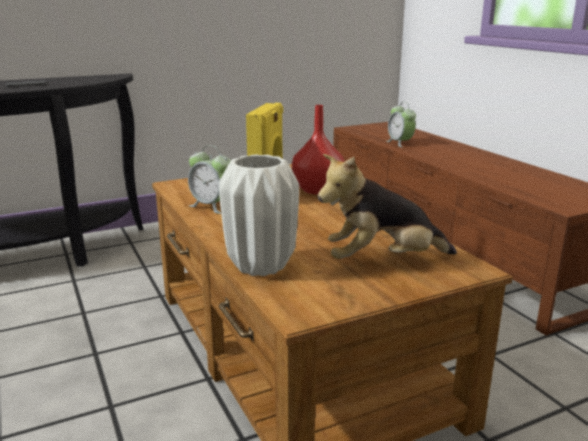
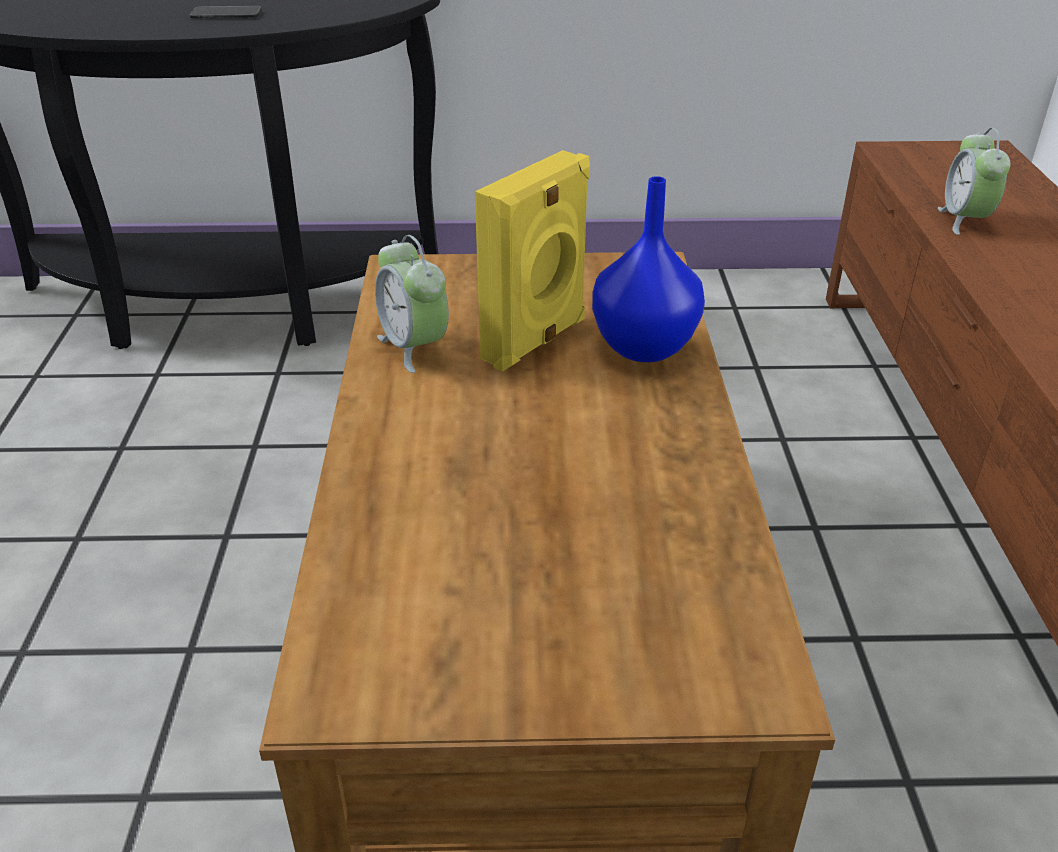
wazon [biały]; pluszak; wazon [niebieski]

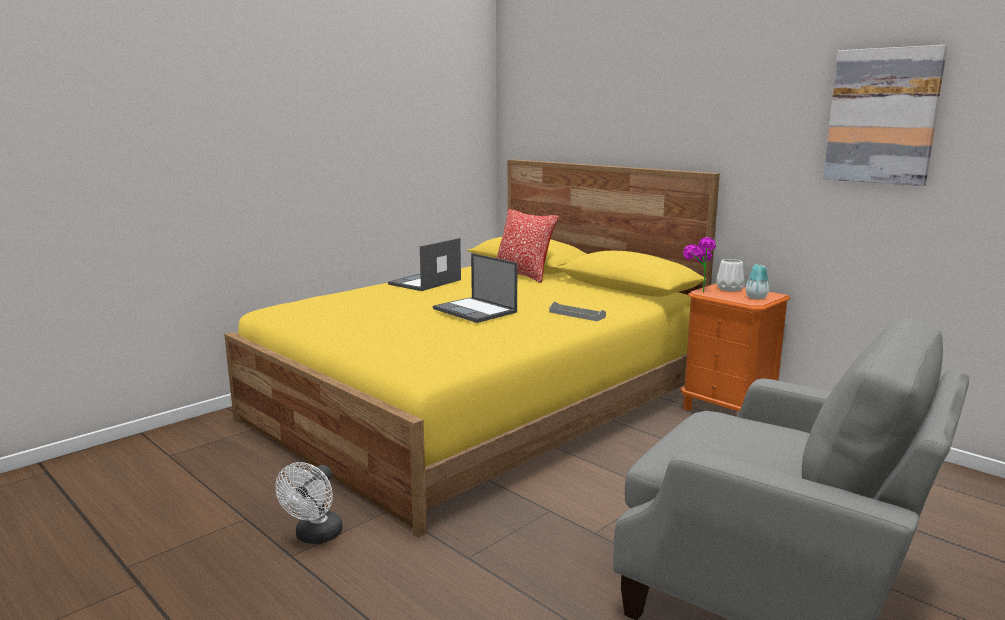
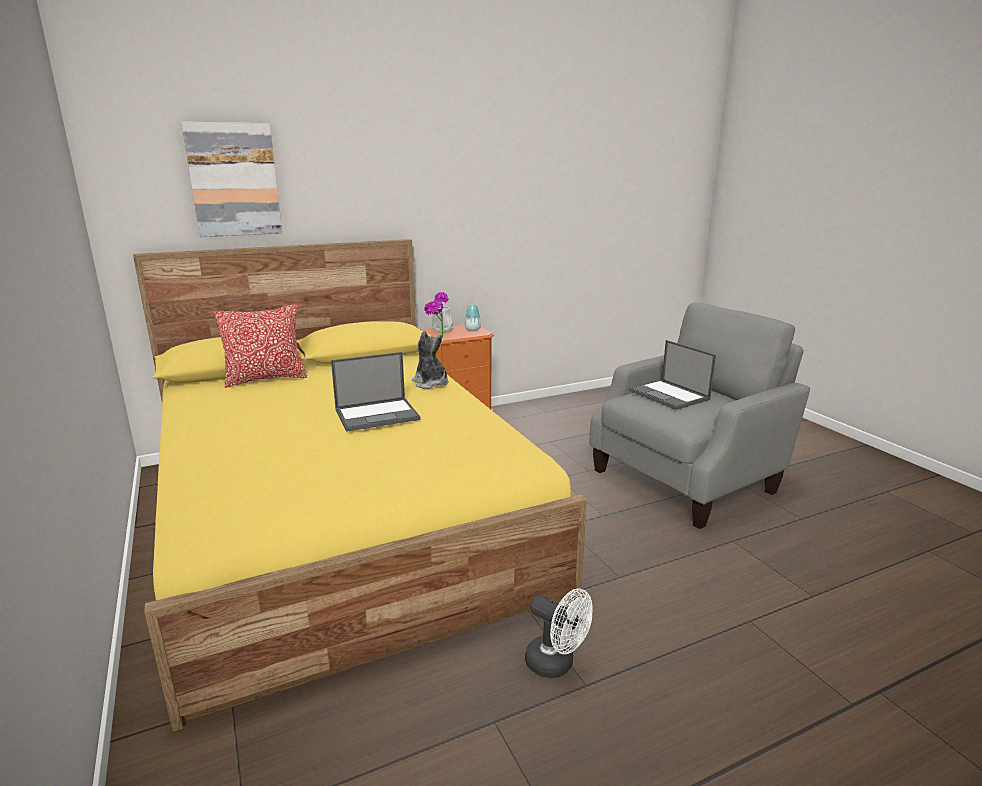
laptop (no. 2 from left); obraz; pluszak

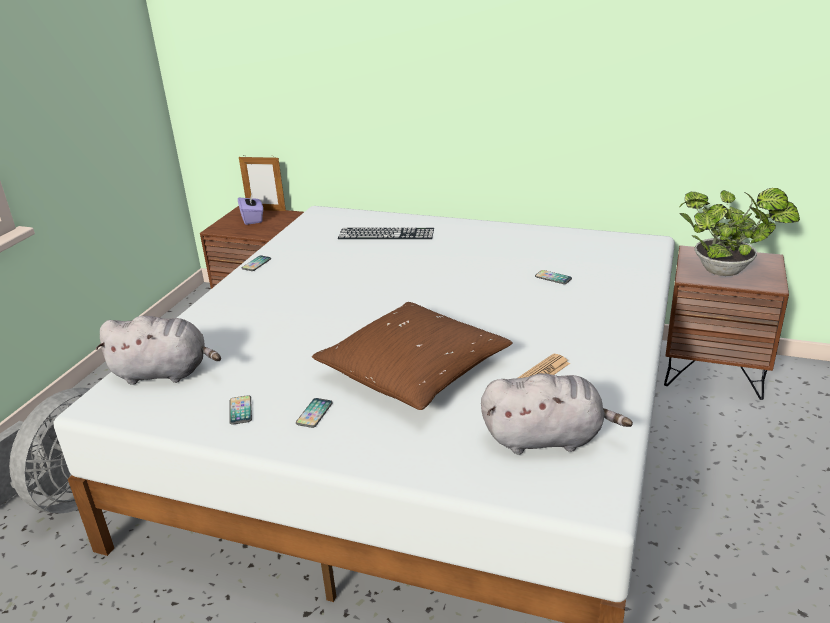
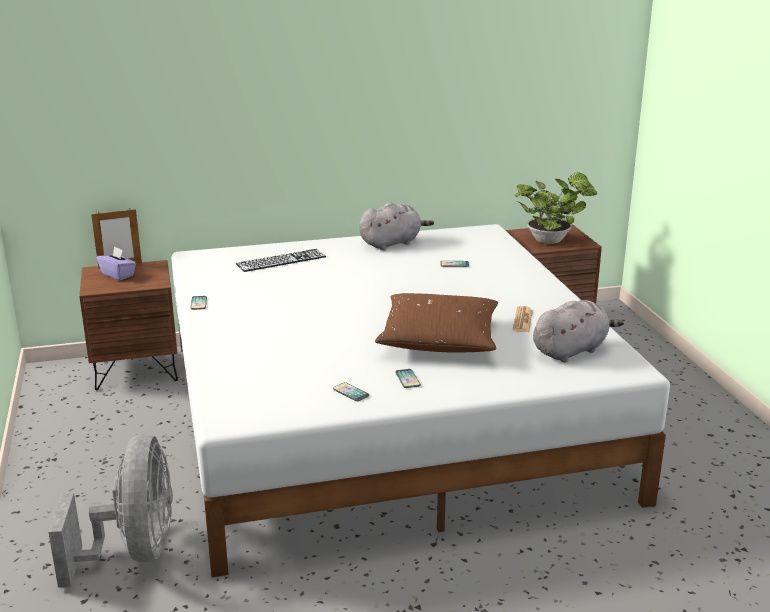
pluszak [szary] (no. 1 from left)

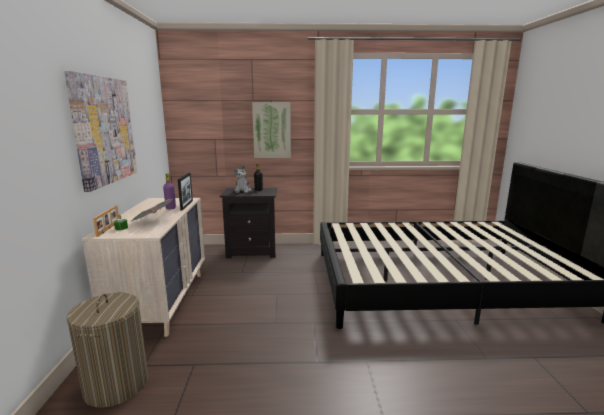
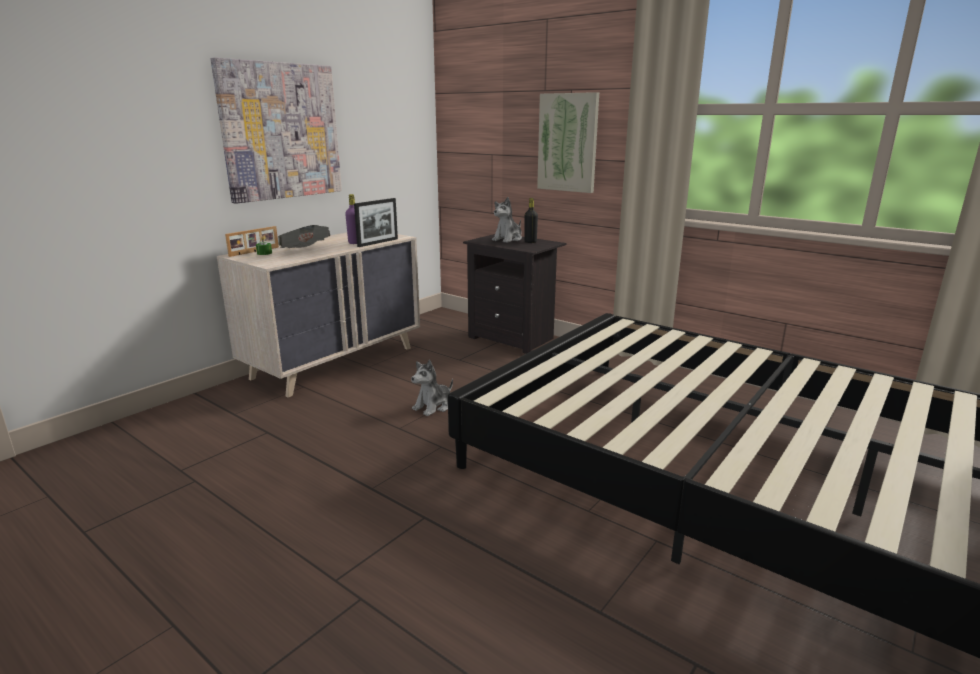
kosz na pranie; pluszak (no. 1 from left)

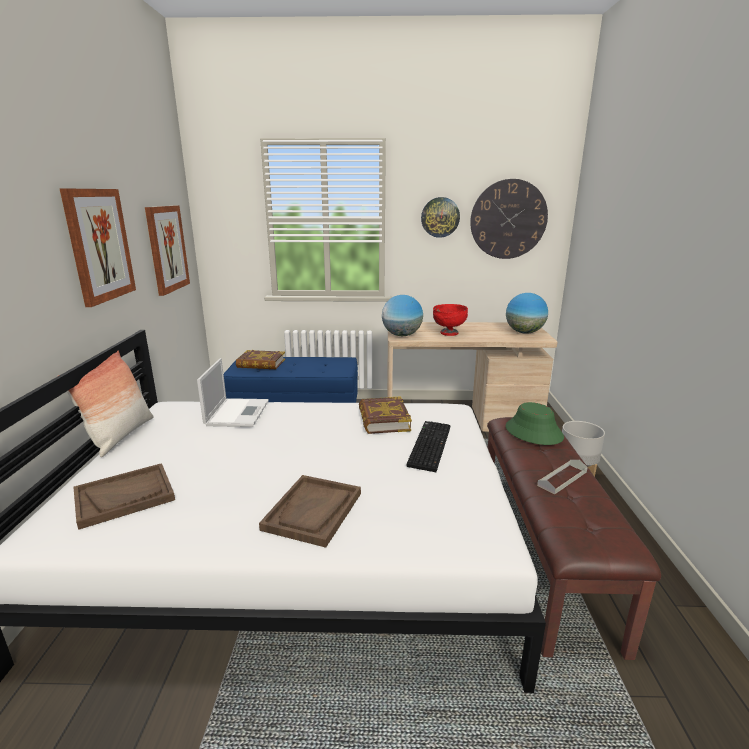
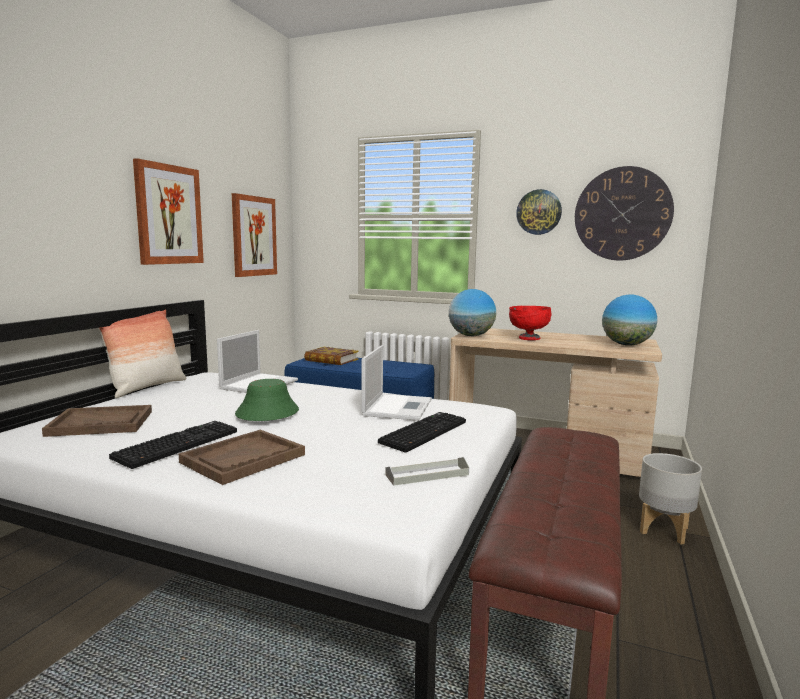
klawiatura (no. 1 from left); kapelusz [zielony]; taca [szary]; laptop (no. 2 from left)

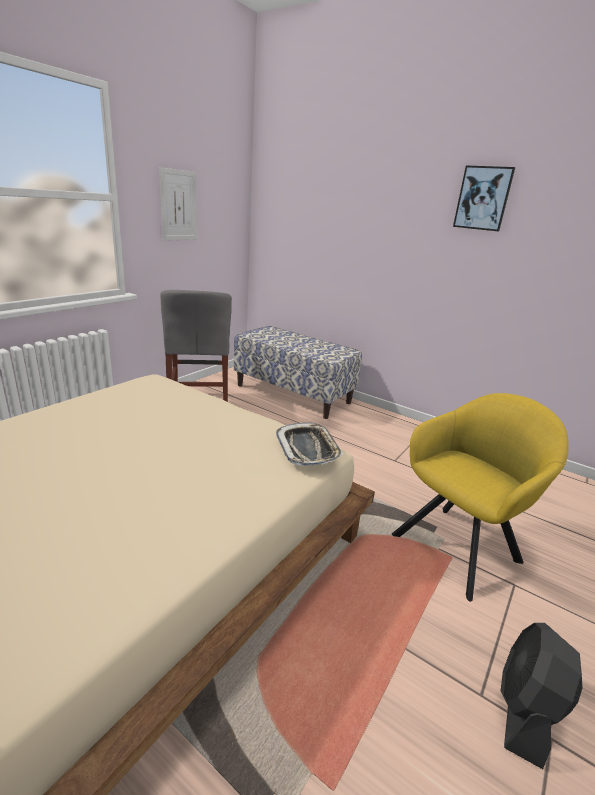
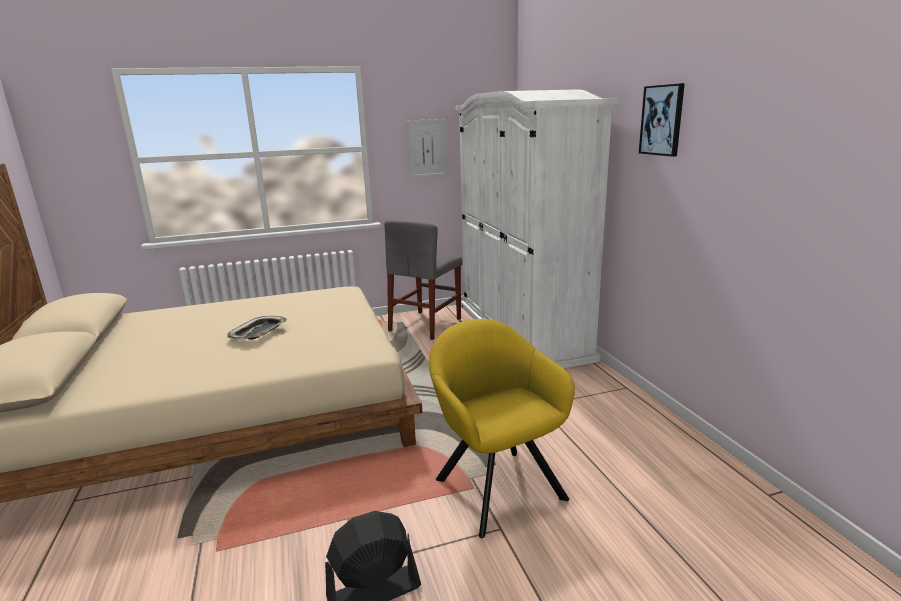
taca; szafa [biały]; fotel [żółty]

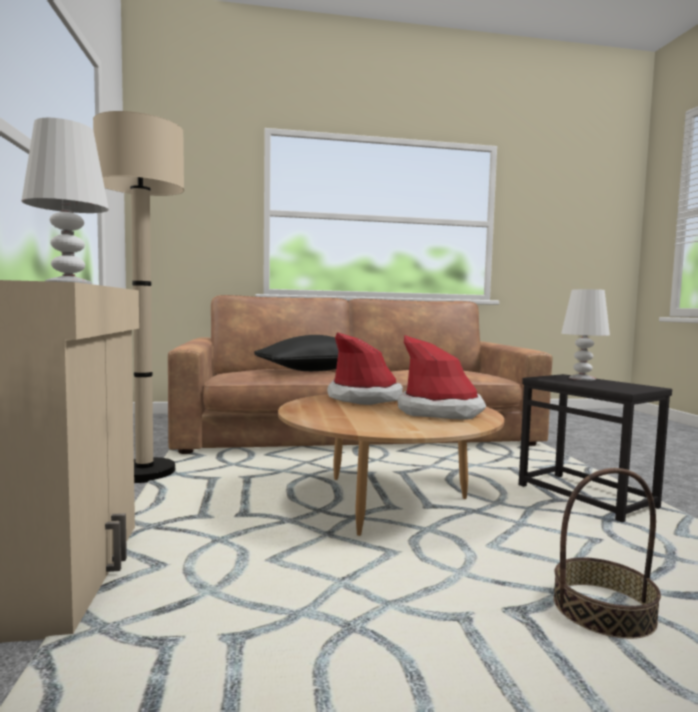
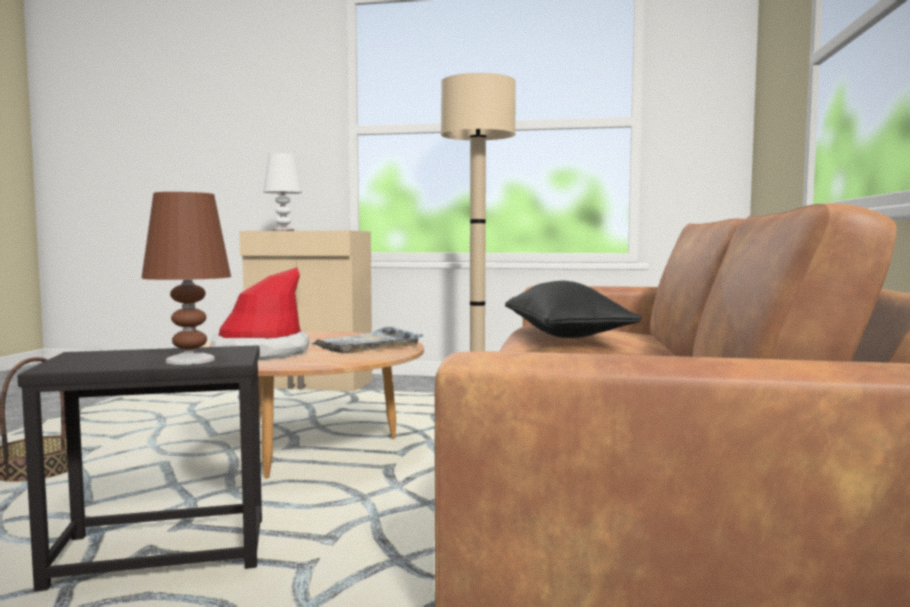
taca [szary]; lampa stołowa [brązowy]

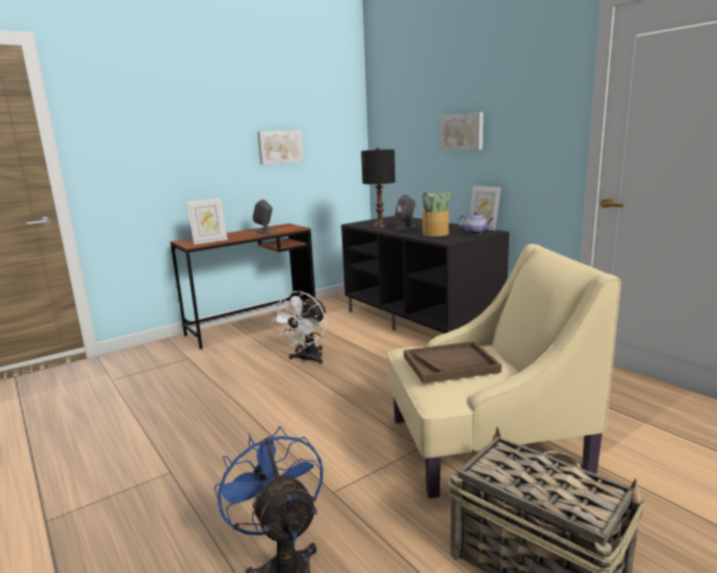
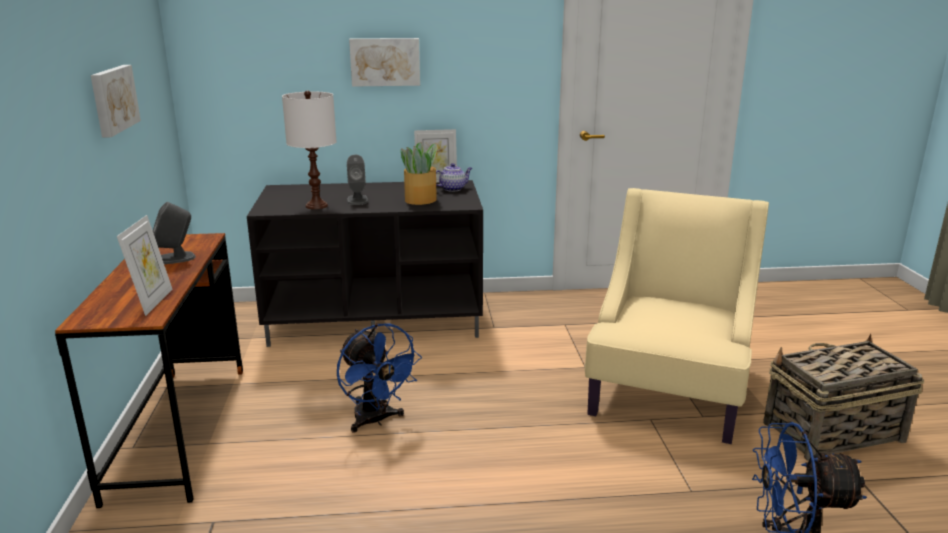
taca [brązowy]; wentylator [niebieski] (no. 1 from left); lampa stołowa [biały]

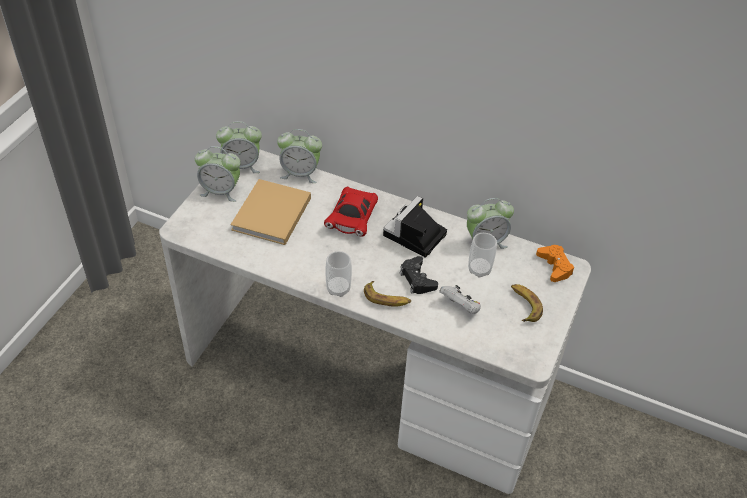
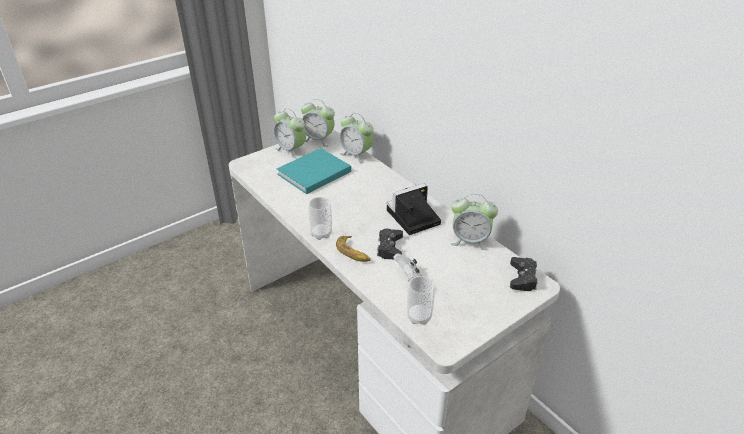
samochodzik [czerwony]; banan (no. 2 from left in the first image); filiżanka (no. 2 from left); książka [turkusowy]; pad do gier [czarny] (no. 2 from left)

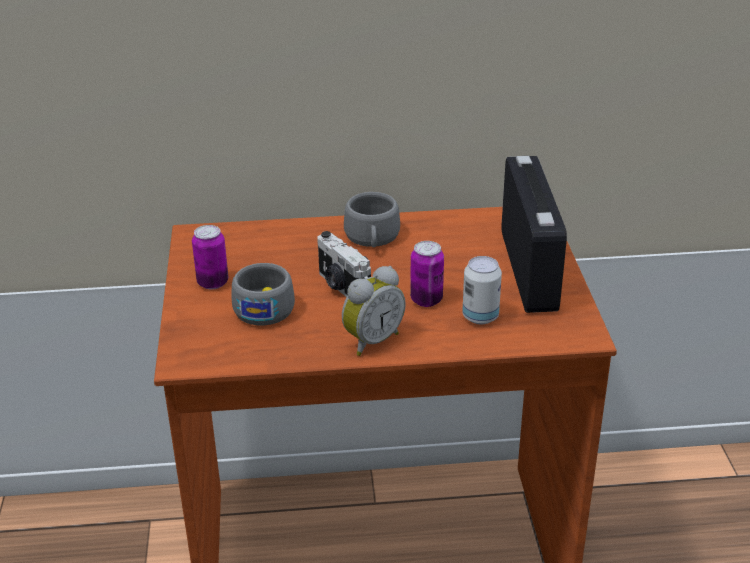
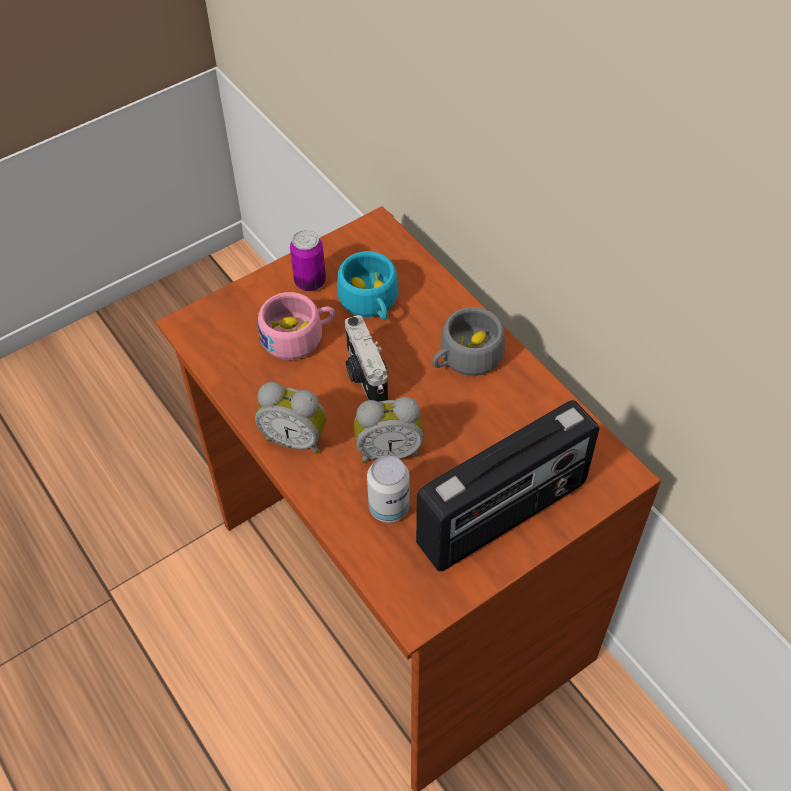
filiżanka [turkusowy]; budzik (no. 2 from left); filiżanka [różowy]; aparat fotograficzny

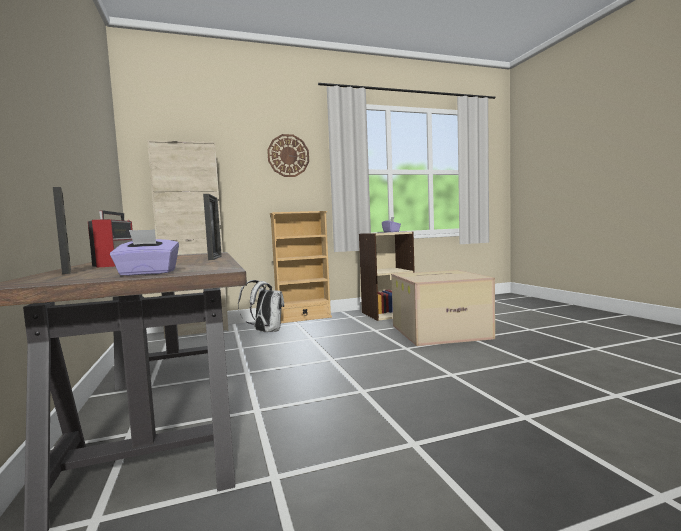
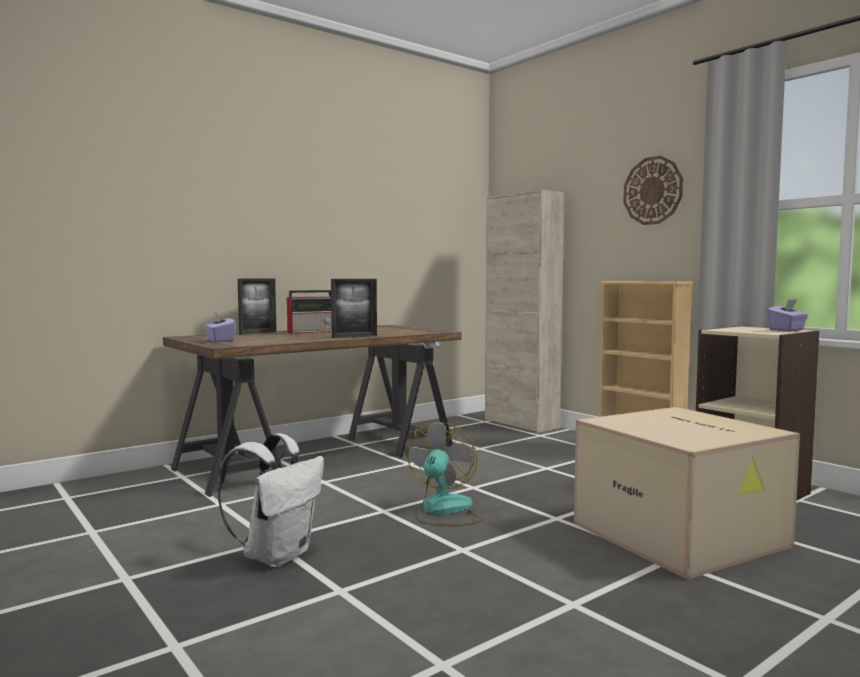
wentylator; plecak [biały]

